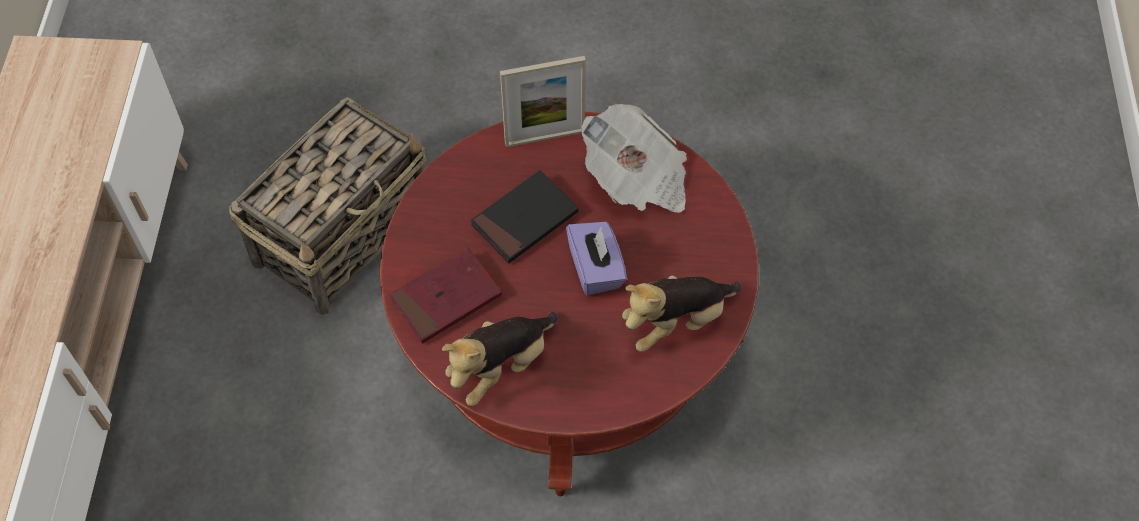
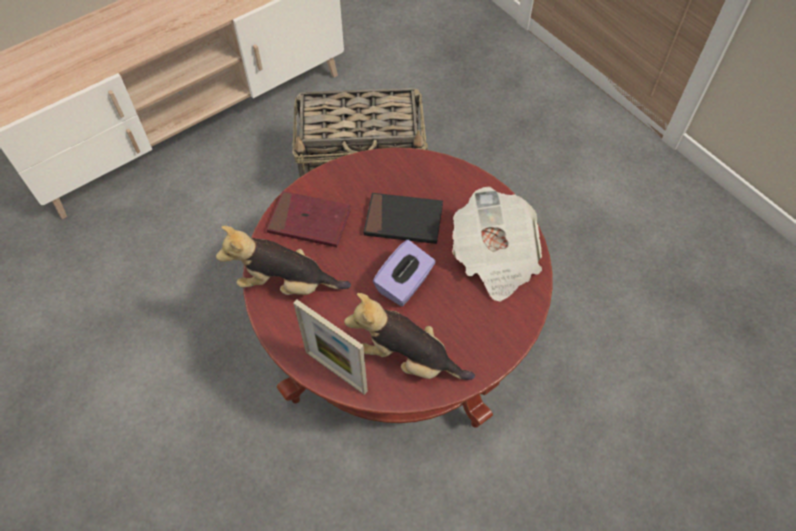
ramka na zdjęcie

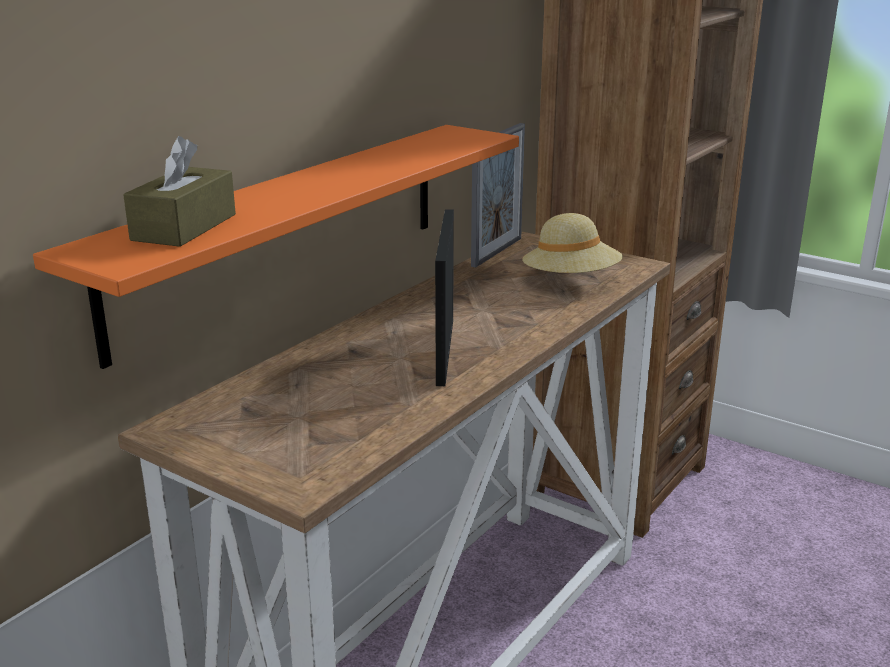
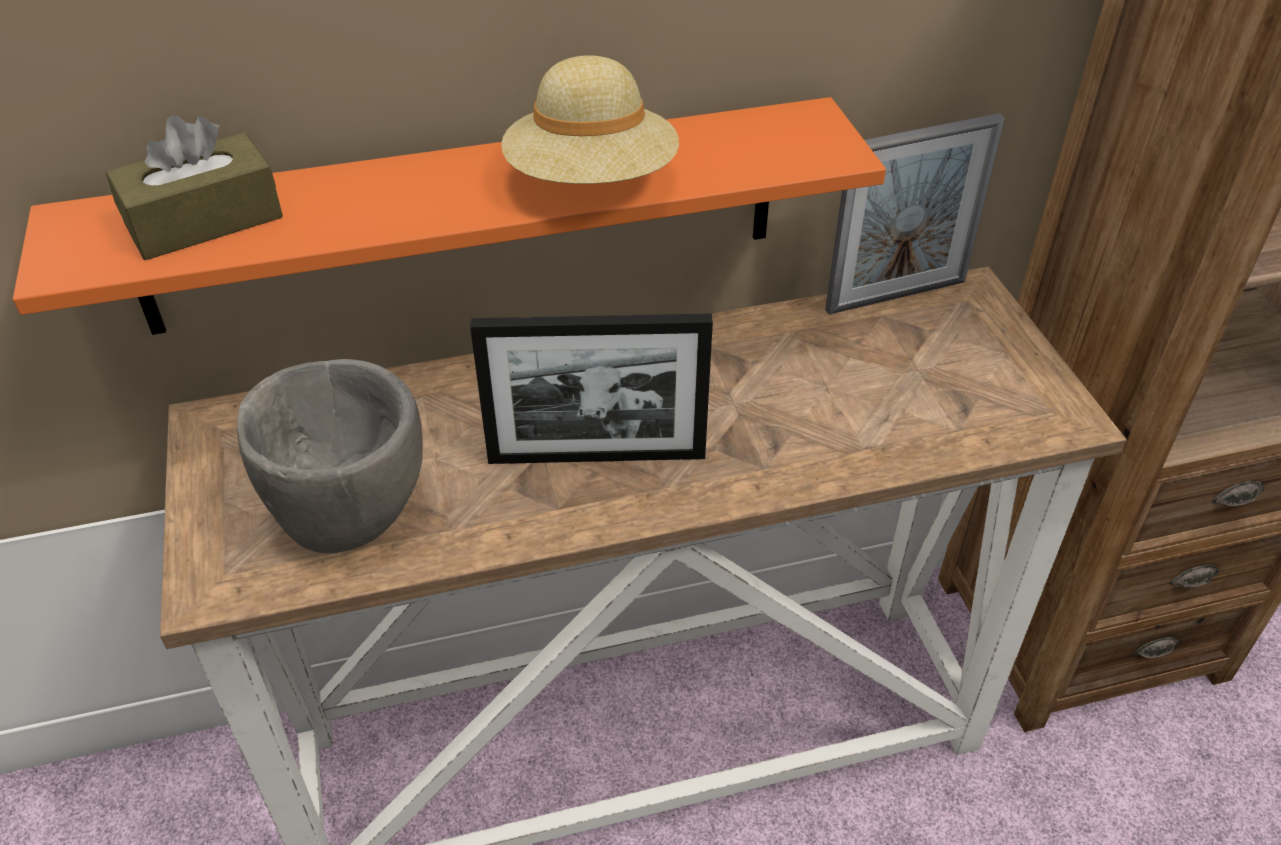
miska [szary]; kapelusz [beżowy]; ramka na zdjęcie (no. 1 from left)

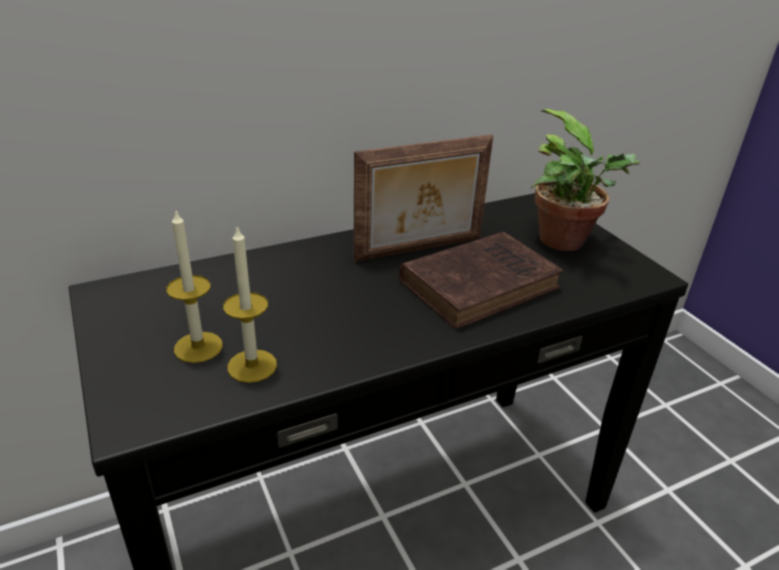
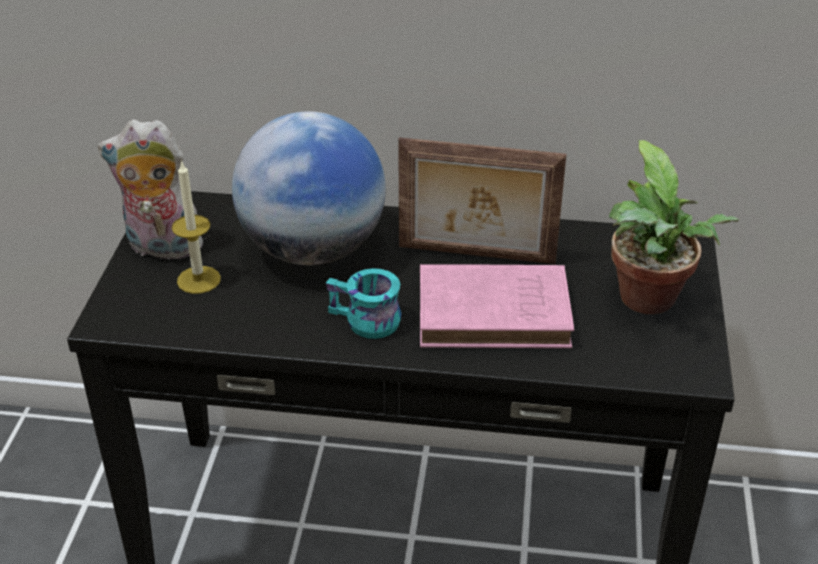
świeca (no. 2 from left in the first image); pluszak; globus; kubek [turkusowy]; książka [różowy]

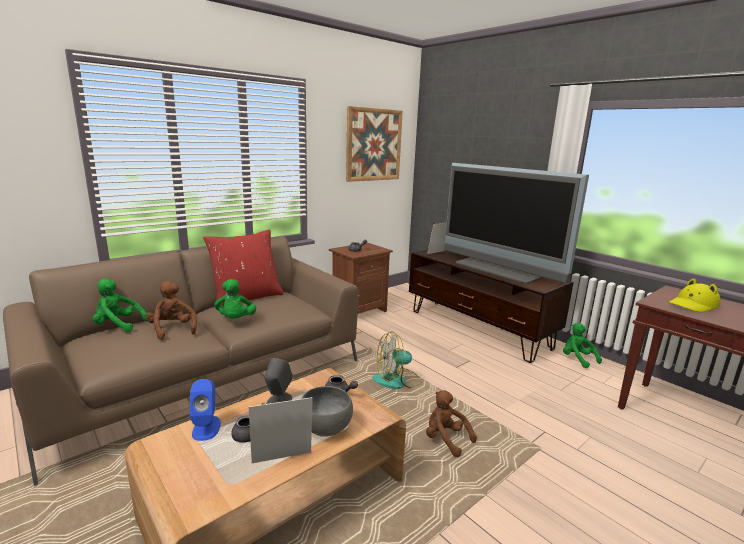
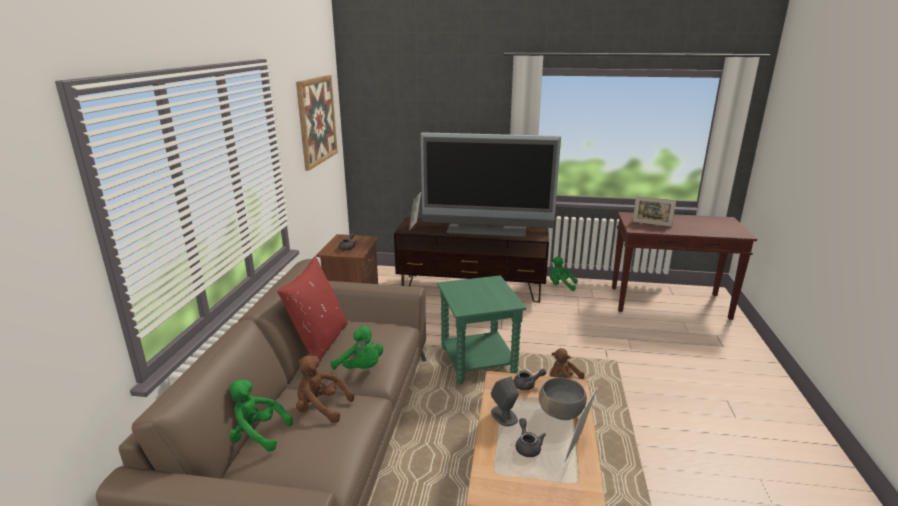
głośnik [niebieski]; stolik [zielony]; ramka na zdjęcie (no. 3 from left); pluszak [zielony] (no. 1 from left)

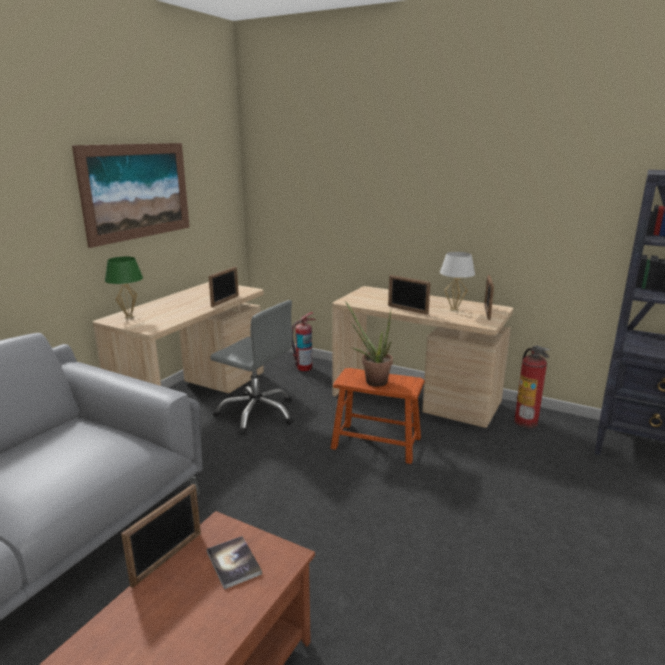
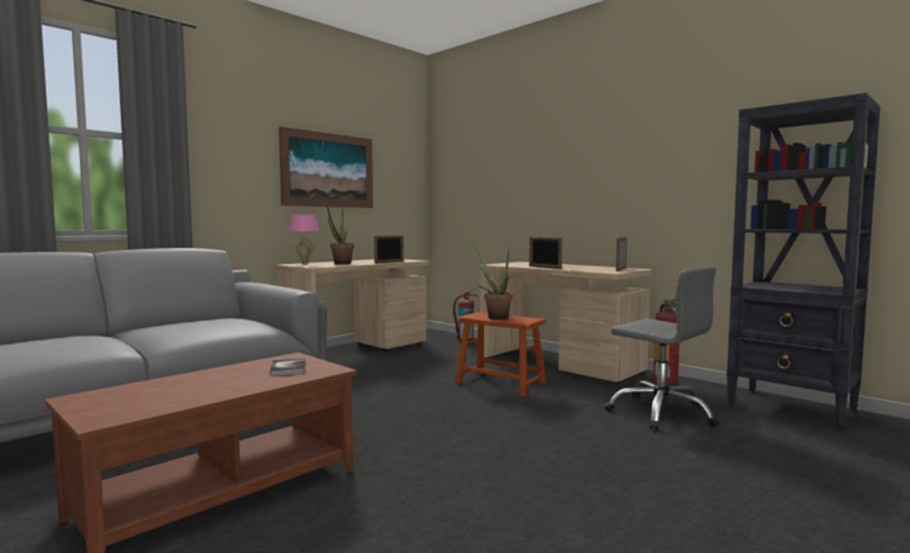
ramka na zdjęcie (no. 1 from left in the first image); lampa stołowa [biały]; roślina doniczkowa (no. 1 from left); krzesło biurowe [szary]; lampa stołowa [różowy]

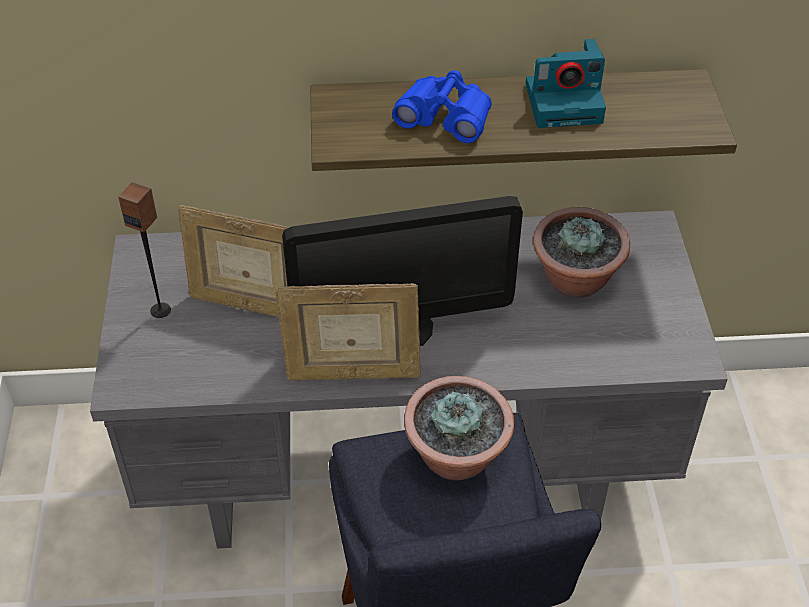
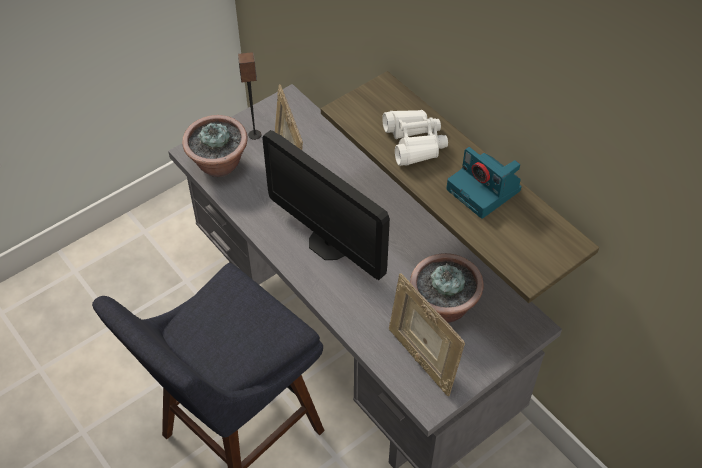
ramka na zdjęcie (no. 2 from left); roślina doniczkowa (no. 1 from left); lornetka [biały]

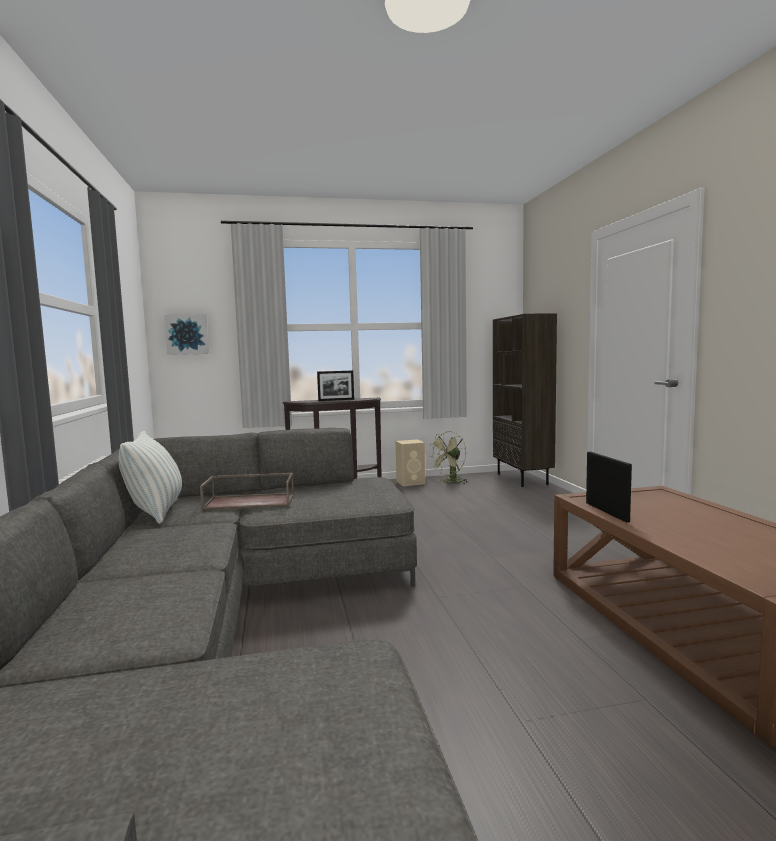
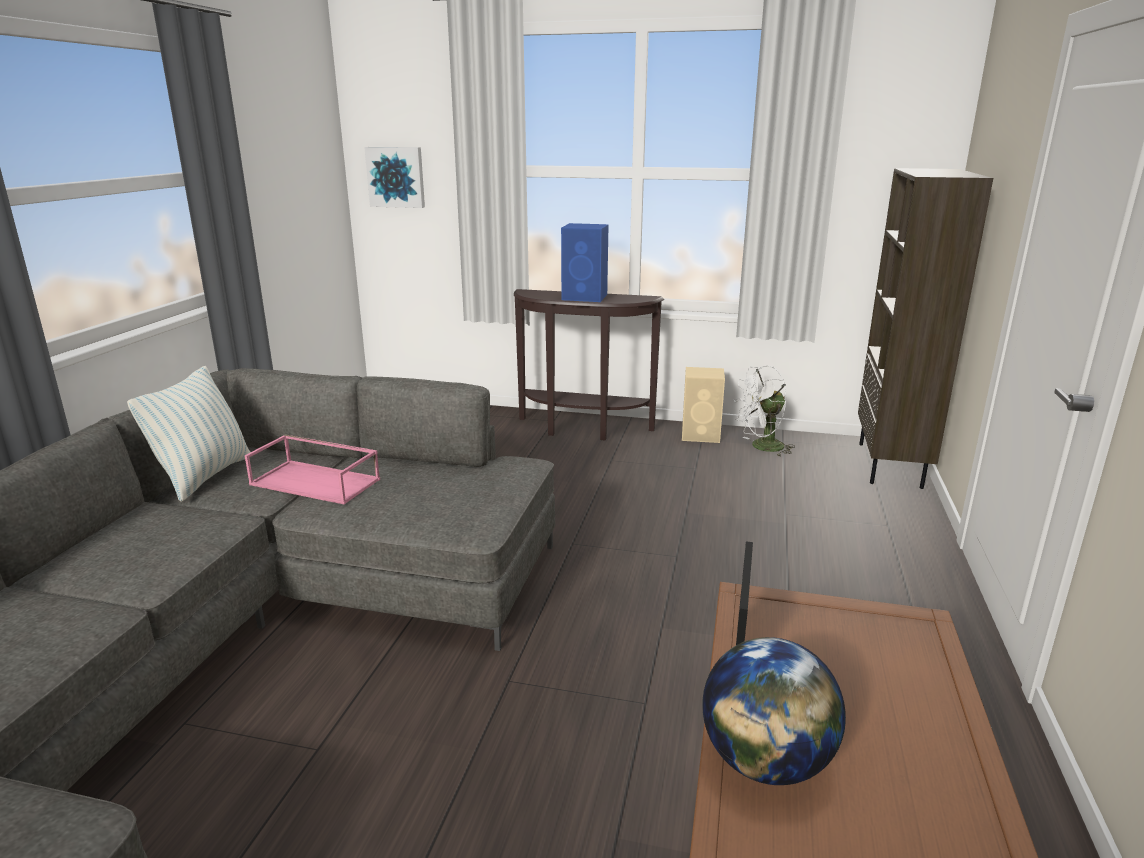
globus; głośnik [niebieski]; taca [różowy]; wentylator [biały]

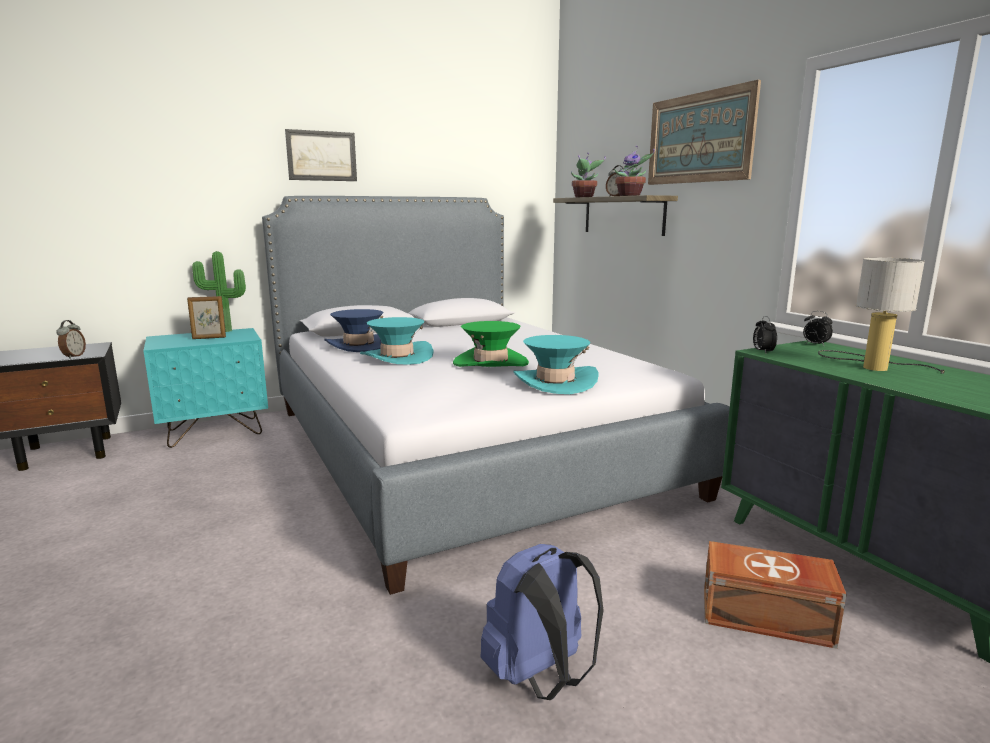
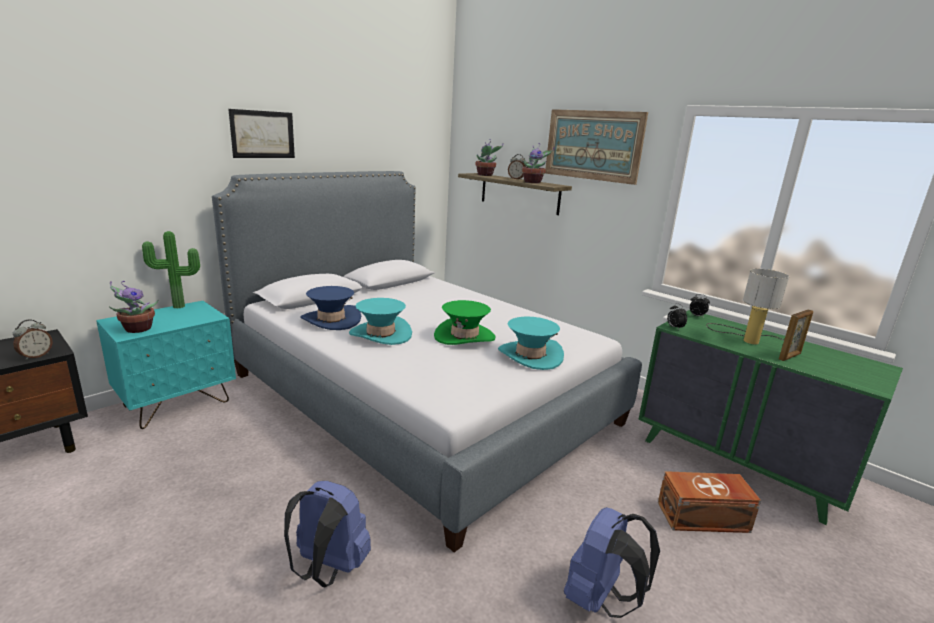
roślina doniczkowa (no. 1 from left); plecak [niebieski] (no. 1 from left); ramka na zdjęcie; budzik (no. 1 from left)

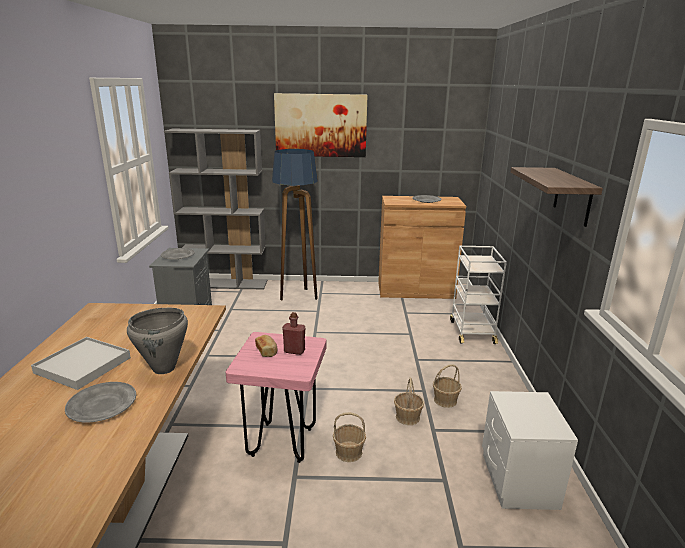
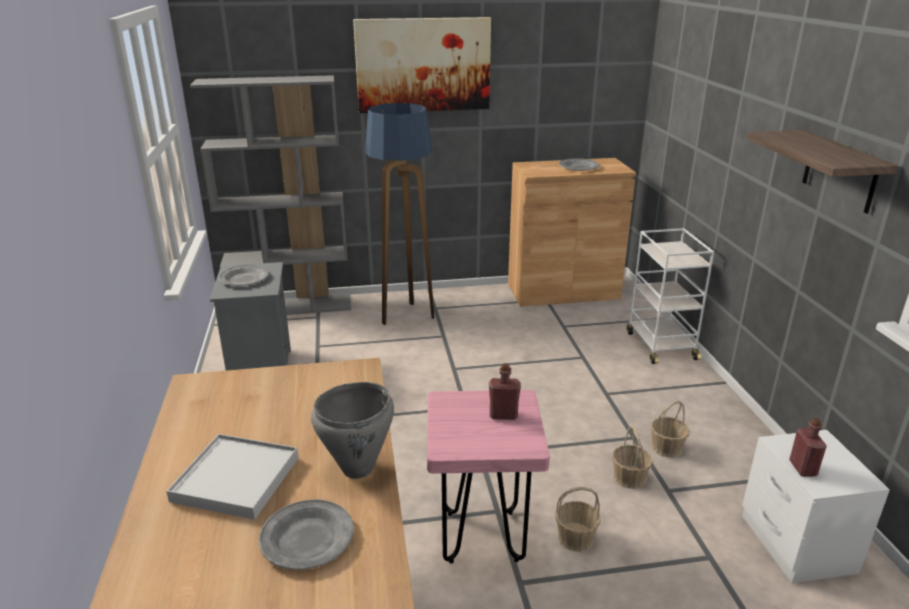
chleb; butelka [czerwony] (no. 2 from left)

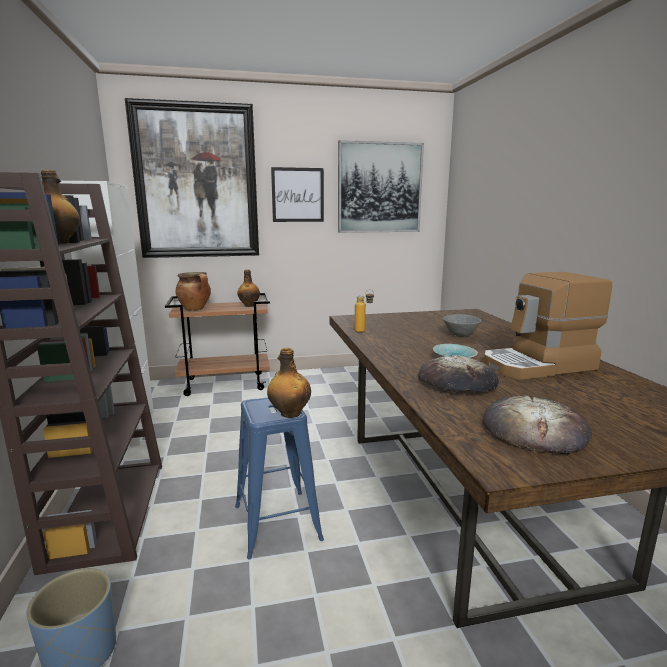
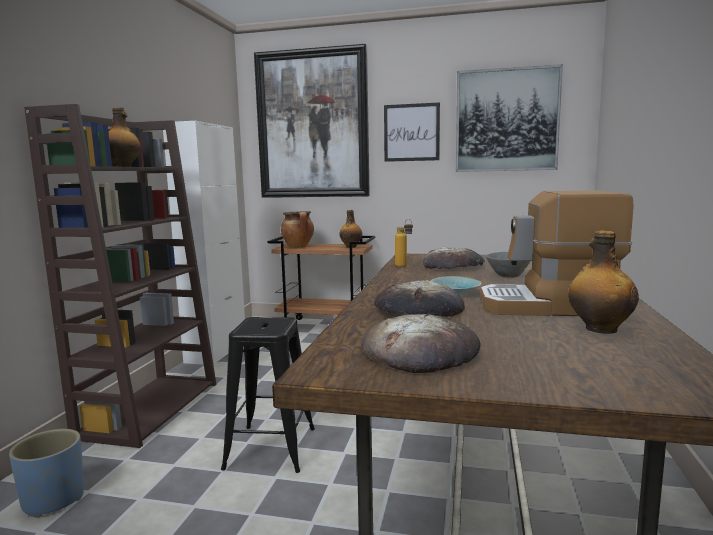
chleb (no. 3 from left); butelka (no. 4 from left); stołek [czarny]

